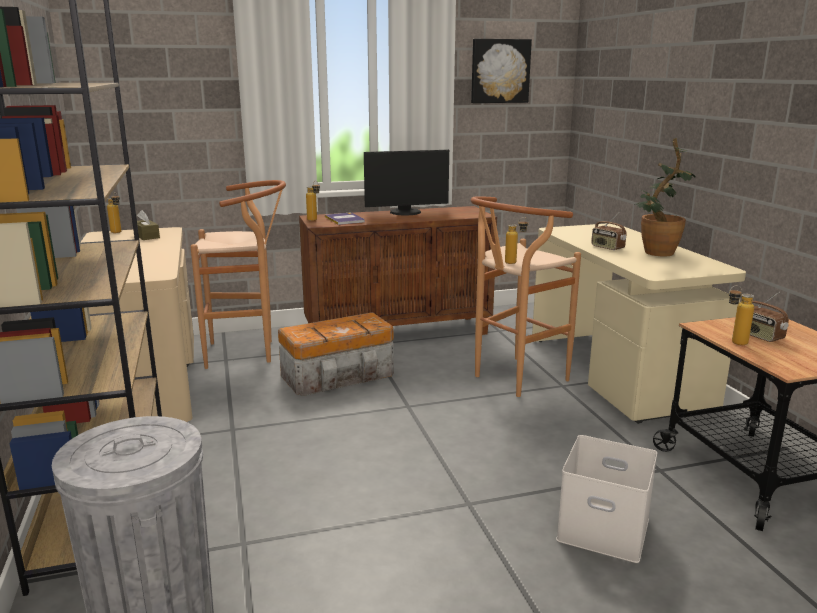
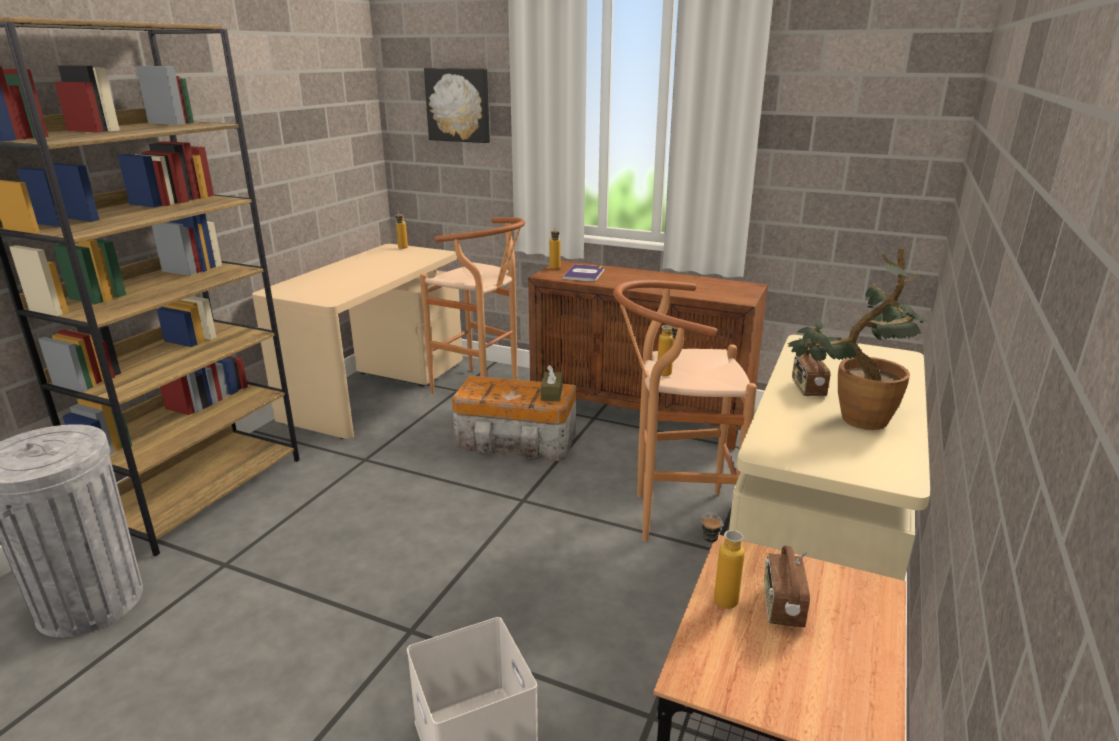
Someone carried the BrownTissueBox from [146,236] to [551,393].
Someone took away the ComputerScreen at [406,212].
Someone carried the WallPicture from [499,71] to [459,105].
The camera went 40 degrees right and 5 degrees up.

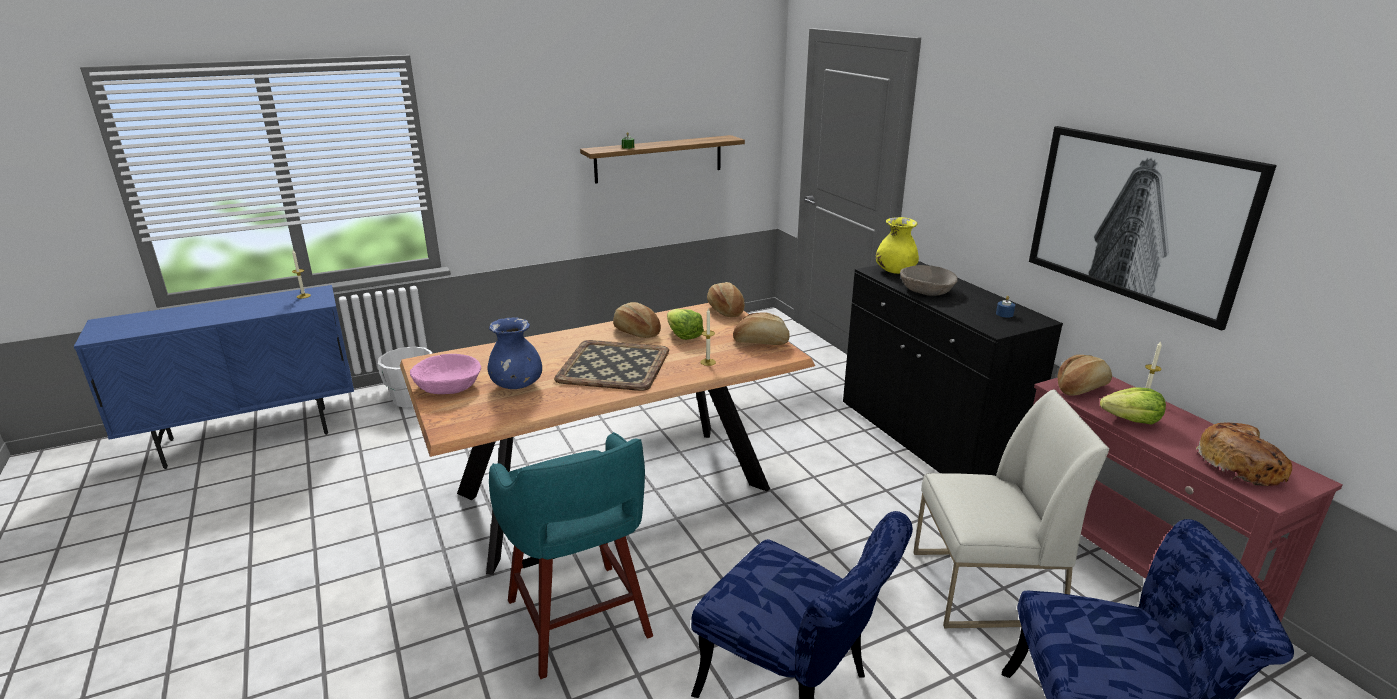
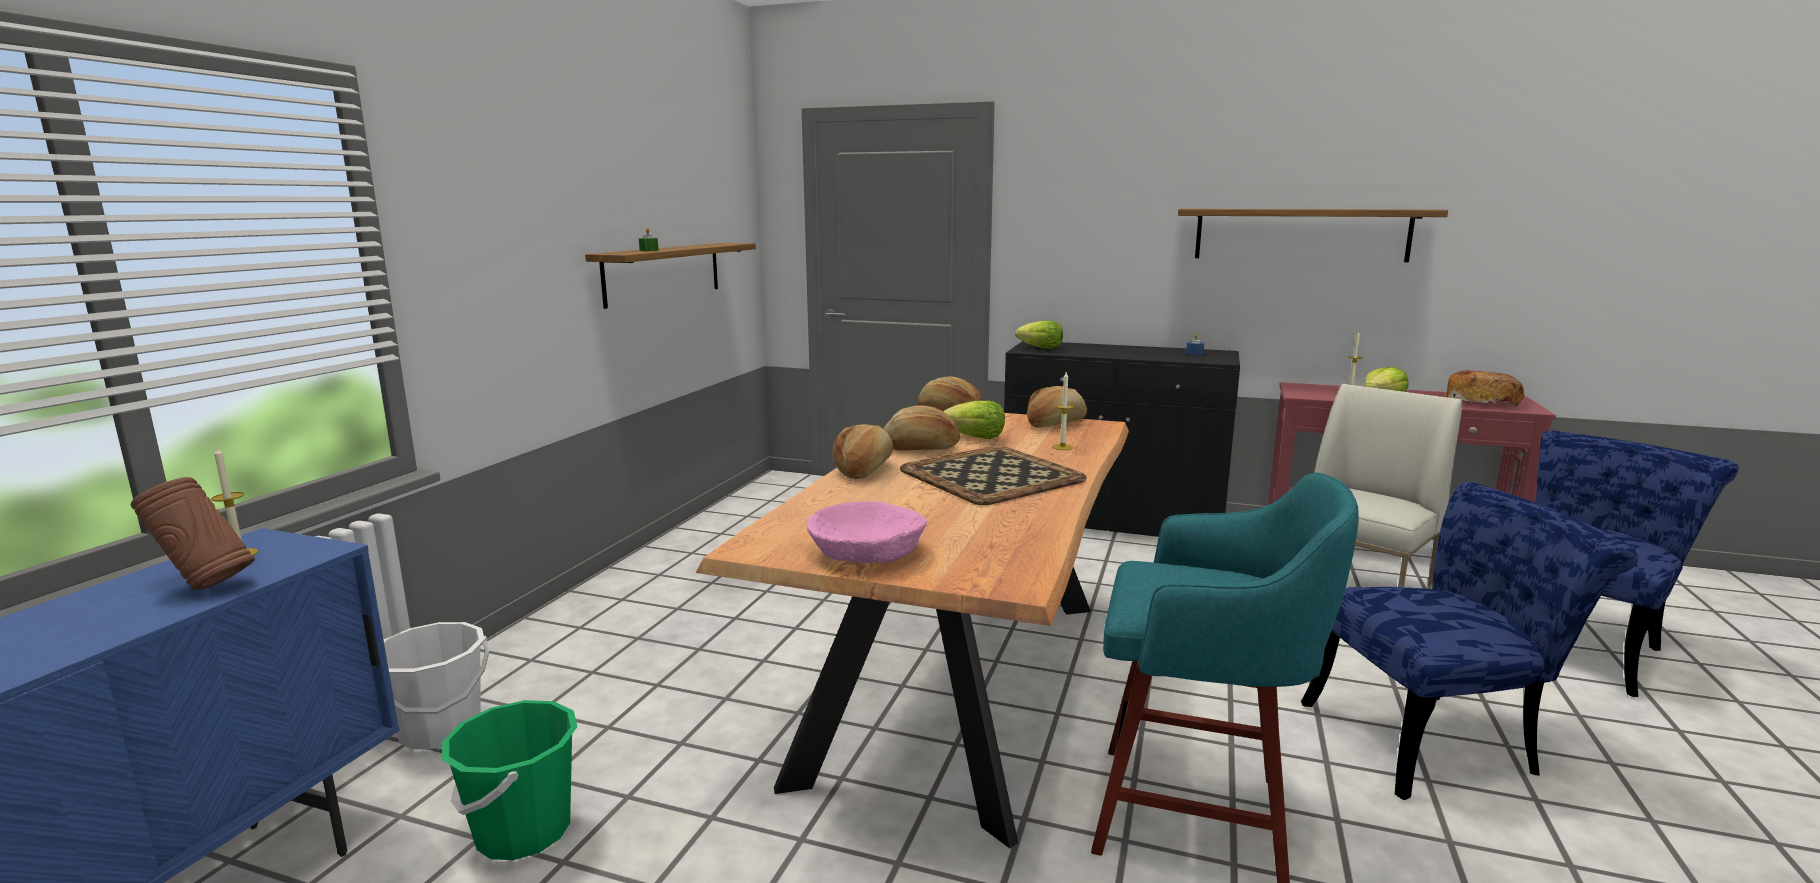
Someone took away the BluishFlowerVase at [517,385].
Someone swapped the YellowishFlowerVase at [895,271] for the Lettuce at [1041,348].
Someone took away the SandColouredDeepDish at [926,289].
Someone swapped the WallPicture at [1137,220] for the BracketShelf at [1300,234].
Someone carried the BakedBread from [1081,388] to [864,470].
Someone put down the BrownFlowerVase at [205,584].
Someone put down the GreenColouredPail at [523,831].
The camera went 45 degrees left and 10 degrees down.

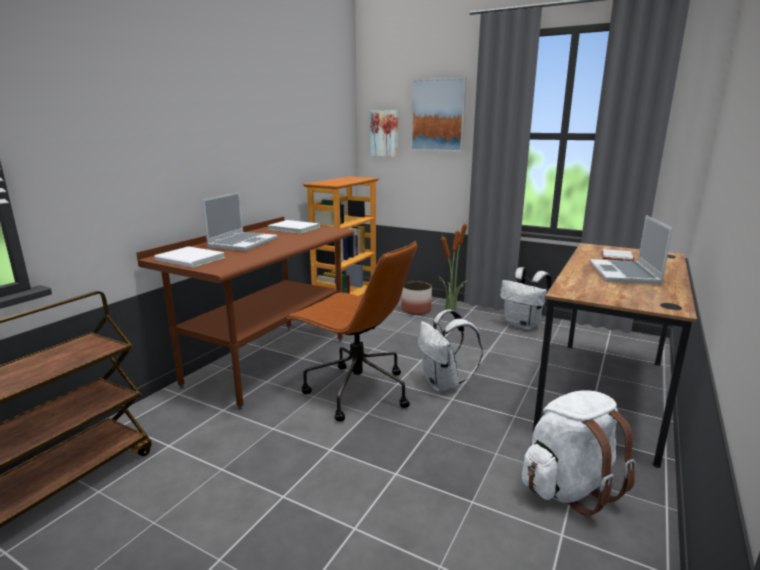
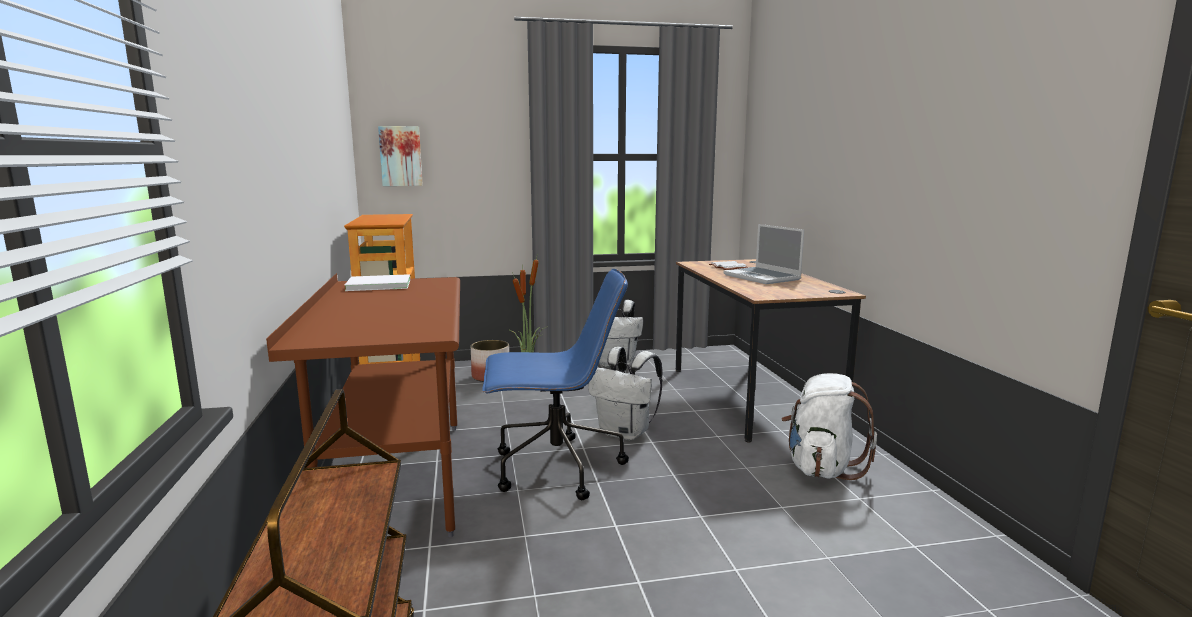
Someone took away the WhiteBook at [190,259].
Someone took away the Laptop at [243,243].
Someone repainted the BrownOfficeChair at [356,391], which became the BluishOfficeChair at [555,469].
Someone took away the WallPicture at [438,115].
The camera went 40 degrees left and 5 degrees down.

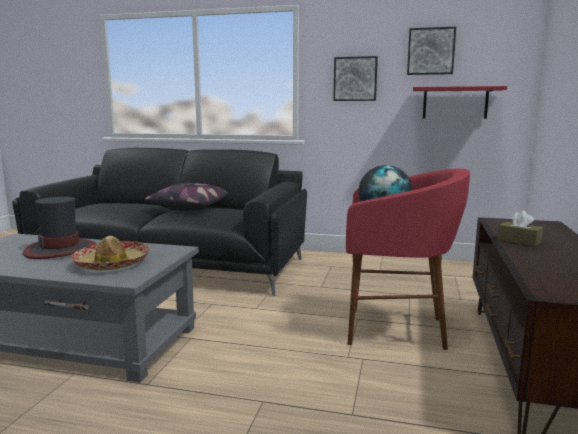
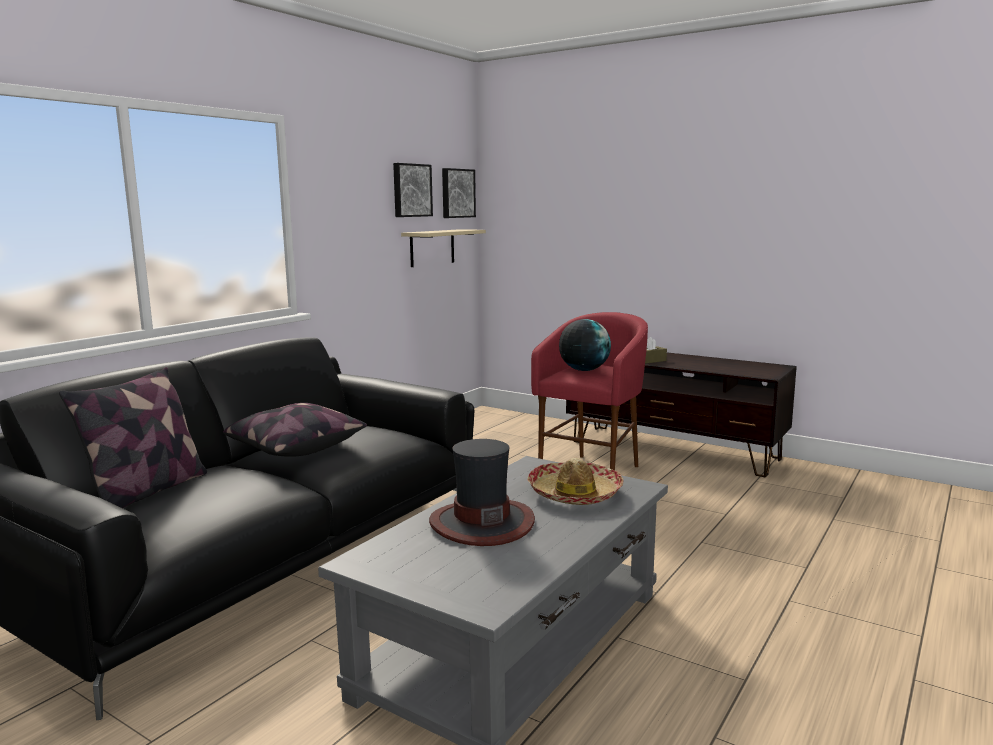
Someone carried the WallPicture from [355,79] to [457,193].
Someone repainted the RedBracketShelf at [455,103], which became the SandColouredBracketShelf at [432,247].
Someone put down the ThrowPillow at [147,491].
The camera went 70 degrees left and 0 degrees up.

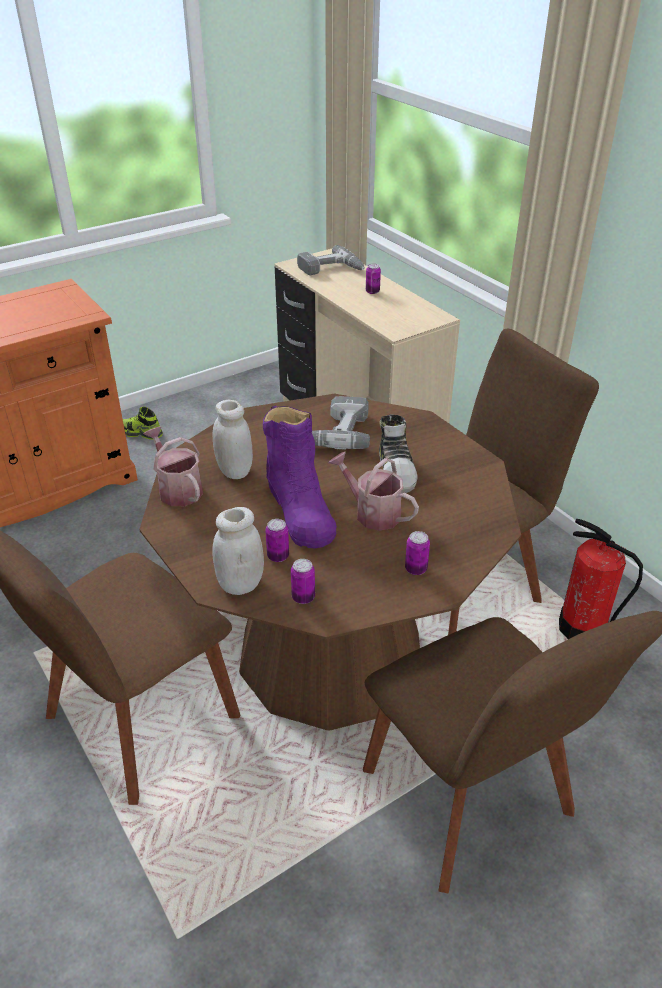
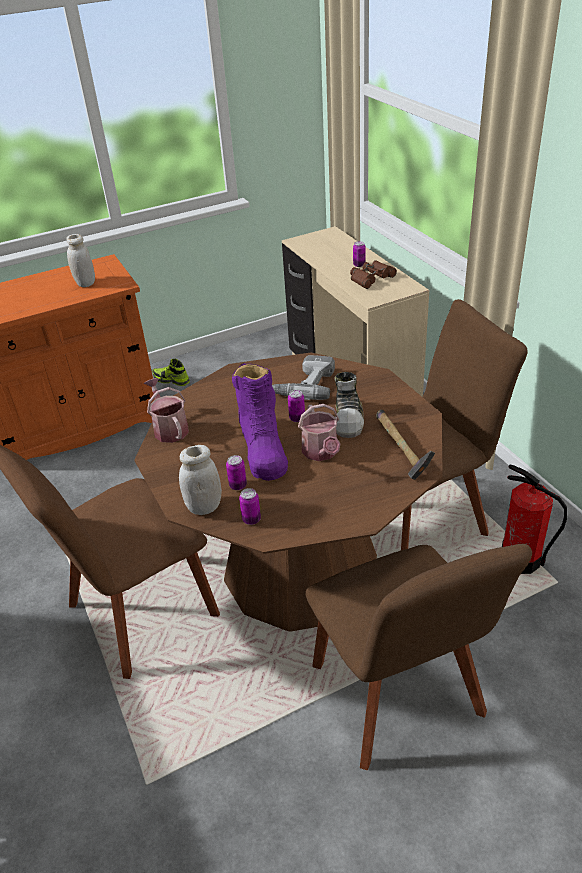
Someone carried the WhiteJar from [235,471] to [85,283].
Someone took away the PowerDrill at [331,270].
Someone rotated the WateringCan at [372,512] by 150 degrees counterclockwise.
Someone carried the SealedCan from [416,569] to [297,418].
Someone put down the BrownFieldGlasses at [371,278].
Someone put down the ToolHammer at [400,451].
The camera went 10 degrees right and 0 degrees up.

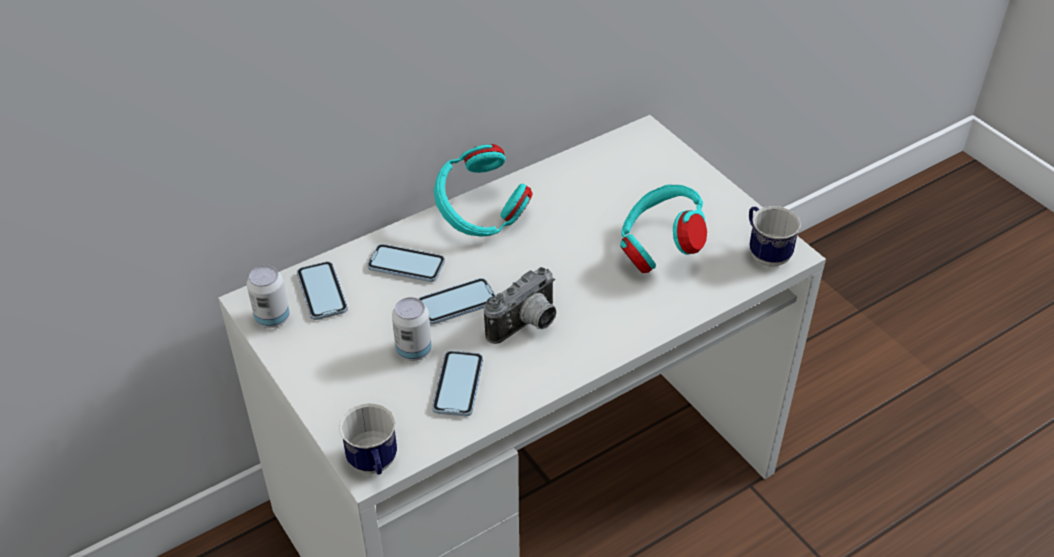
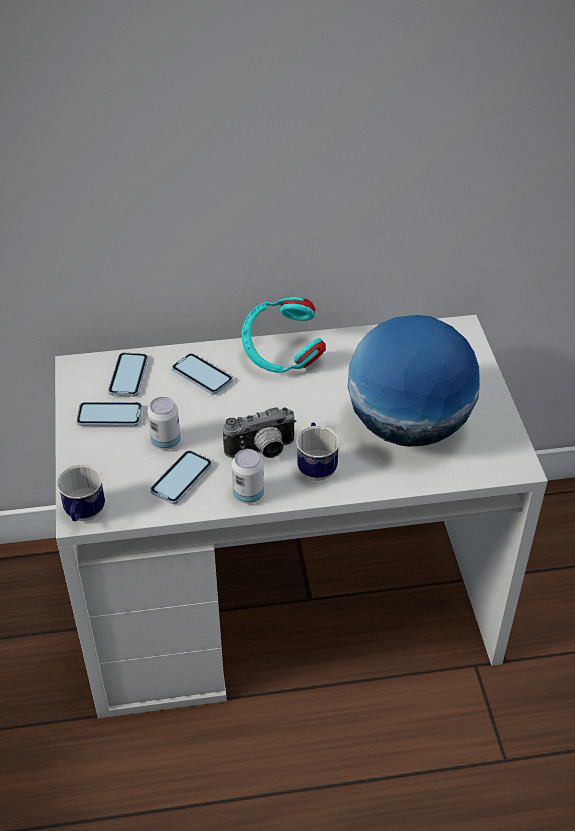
Someone carried the SealedCan from [272,318] to [248,494].
Someone carried the Handset from [457,303] to [109,416].
Someone swapped the TurquoiseColouredHeadphones at [659,249] for the DeskGlobe at [408,427].
Someone carried the TeaMug from [765,253] to [316,466].
The camera went 25 degrees right and 0 degrees up.

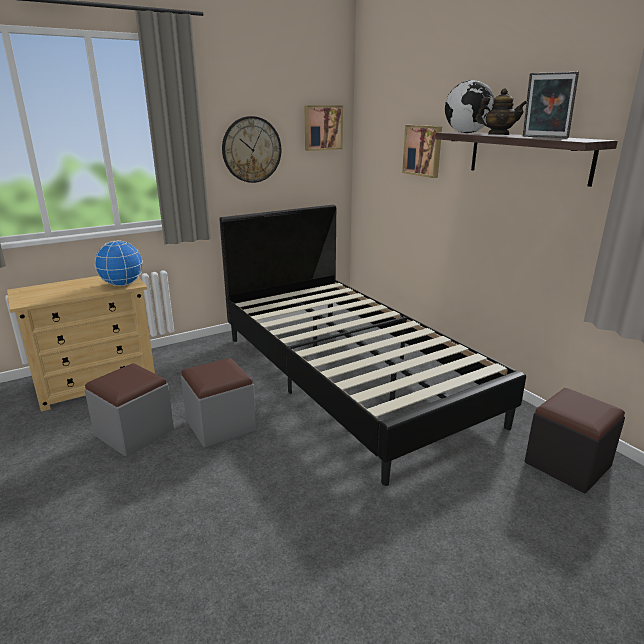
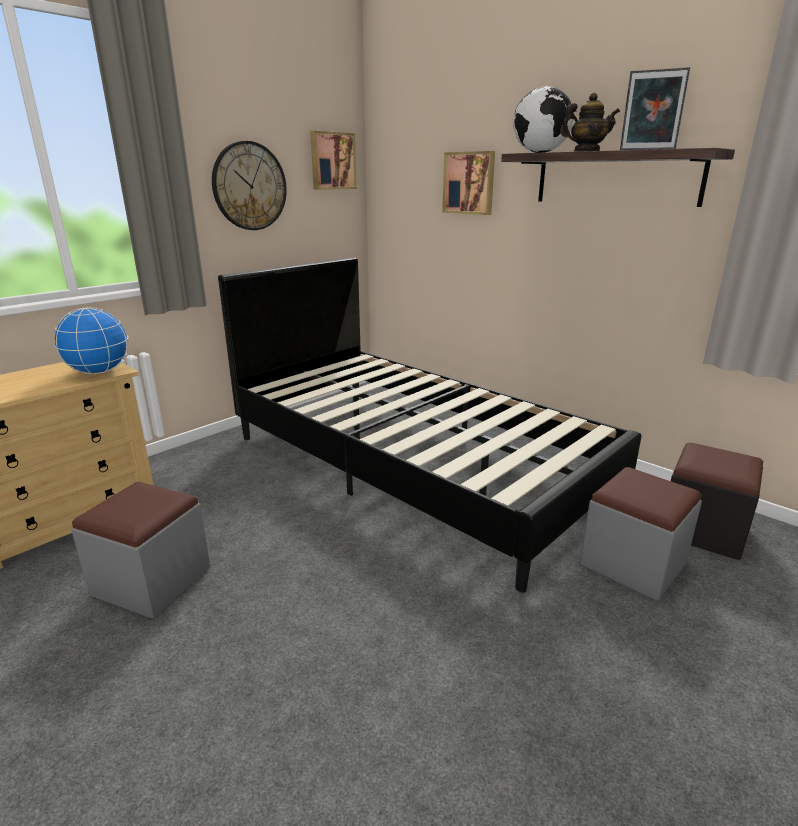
Someone carried the GreyishFootrest from [221,425] to [632,563].
The camera went 15 degrees left and 0 degrees up.

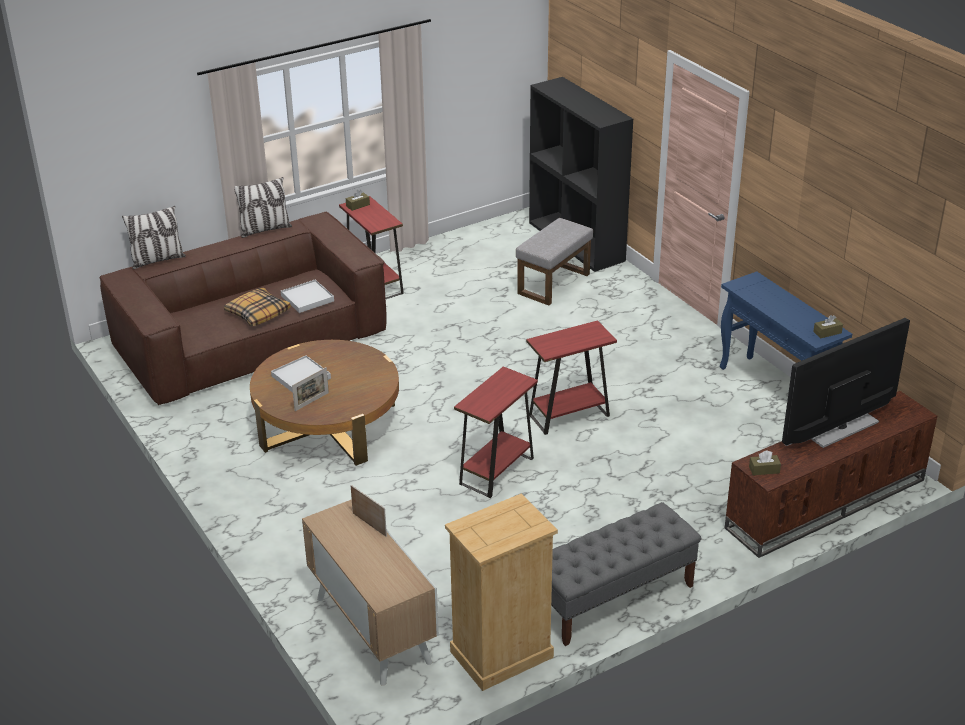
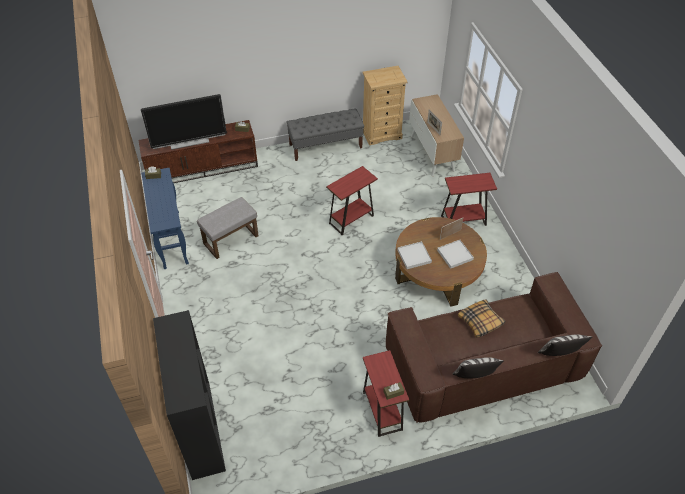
Someone carried the WhiteTray from [307,298] to [414,256].
Someone carried the GreyishFootrest from [554,284] to [231,239].
Someone carried the RedAccentTable from [569,415] to [463,220].
The camera went 165 degrees left and 15 degrees up.

